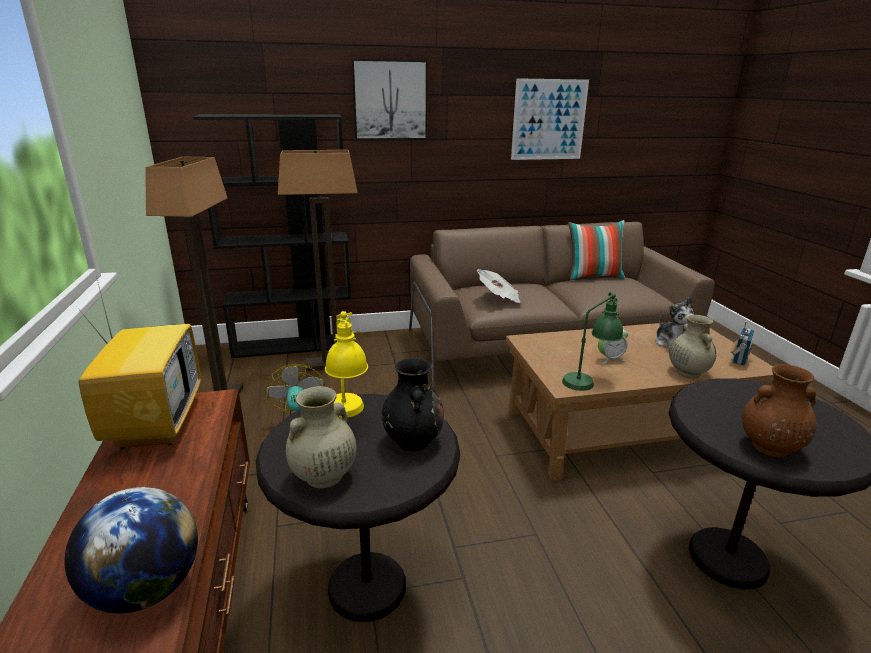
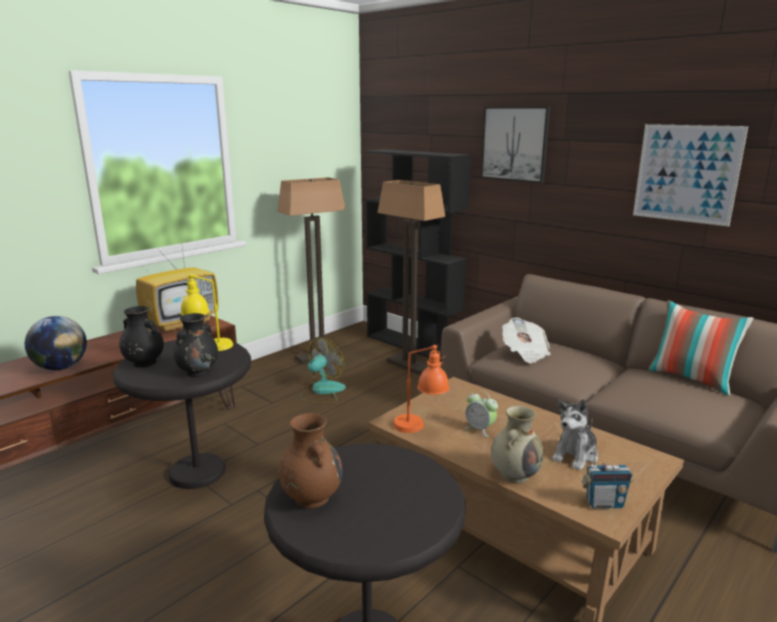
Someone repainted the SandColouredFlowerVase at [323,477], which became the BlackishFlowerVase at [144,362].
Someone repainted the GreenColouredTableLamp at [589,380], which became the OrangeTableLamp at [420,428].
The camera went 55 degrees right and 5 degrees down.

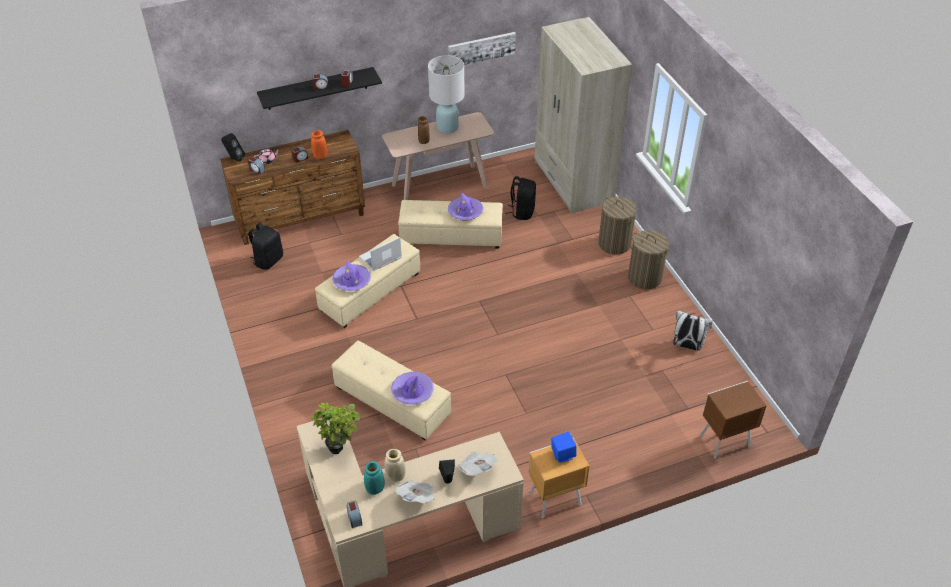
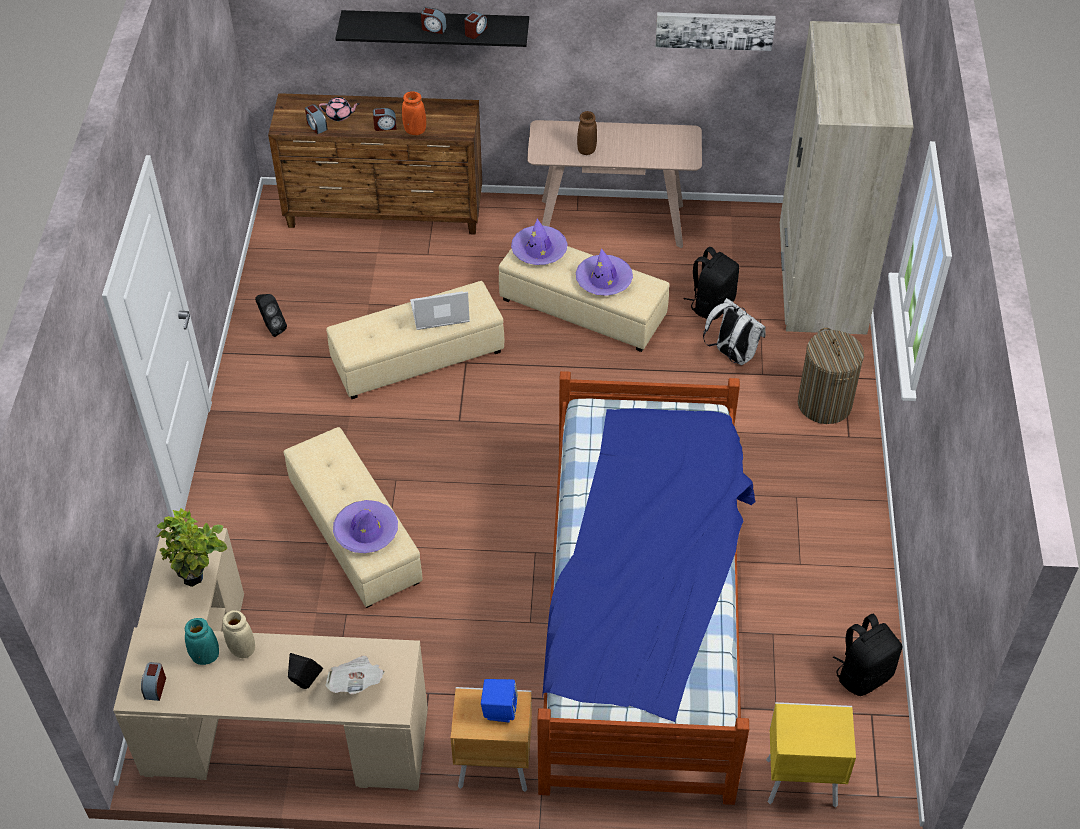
Someone carried the BlackishSpeaker from [234,159] to [272,328].
Someone carried the BlackishRucksack from [268,260] to [863,674].
Someone carried the PurpleWearableHat from [352,281] to [539,250].
Someone took away the Newspaper at [417,497].
Someone took away the WhiteTableLamp at [447,127].
Someone took away the Hamper at [644,278].
Someone carried the WhiteRucksack from [687,346] to [732,355].
Someone repainted the BrownBedsideTable at [723,441], which became the YellowishBedsideTable at [799,782].
Someone put down the Bed at [642,617].
The camera went 25 degrees right and 5 degrees up.

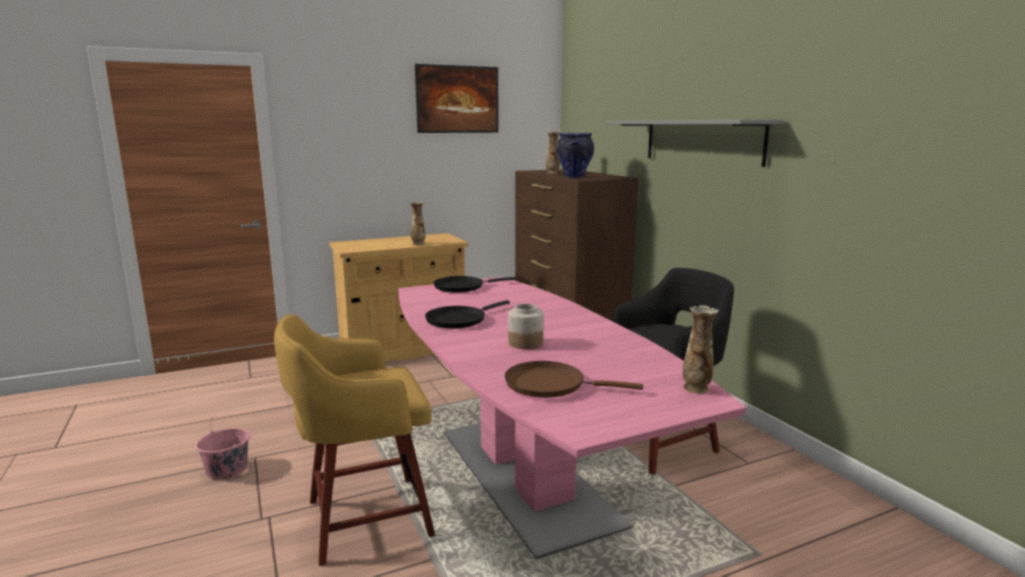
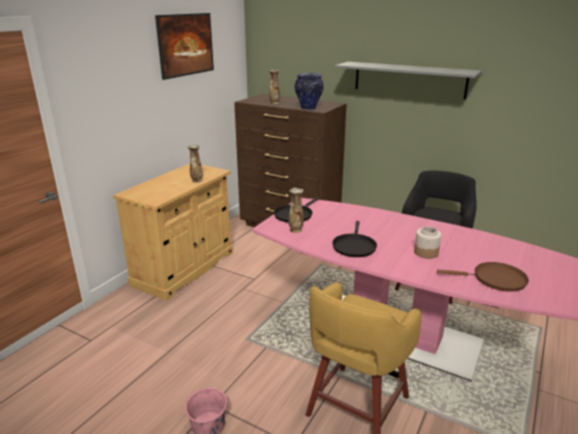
Someone rotated the BrownFryingPan at [550,384] by 150 degrees counterclockwise.
Someone carried the FlowerVase from [696,388] to [296,230].
The camera went 35 degrees left and 10 degrees up.

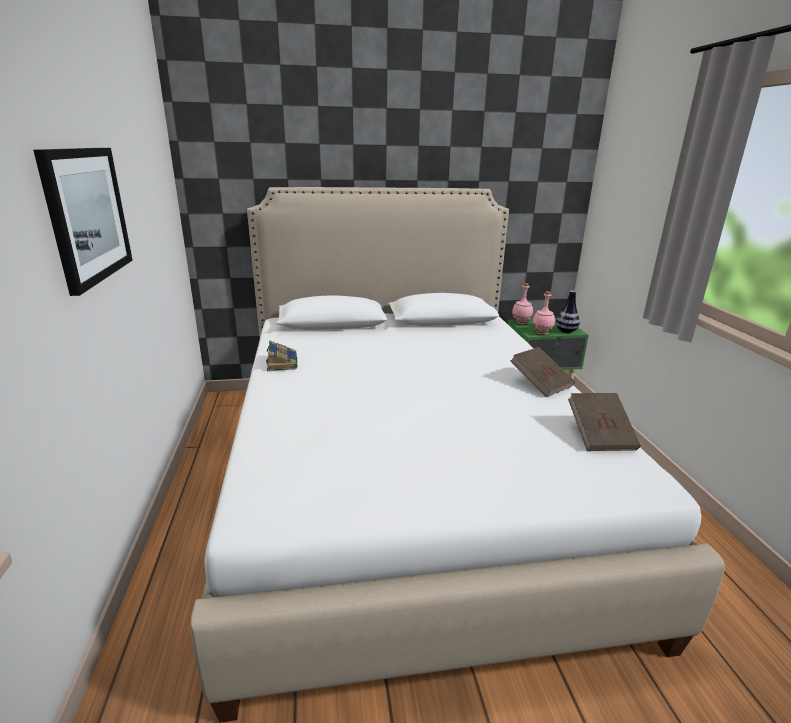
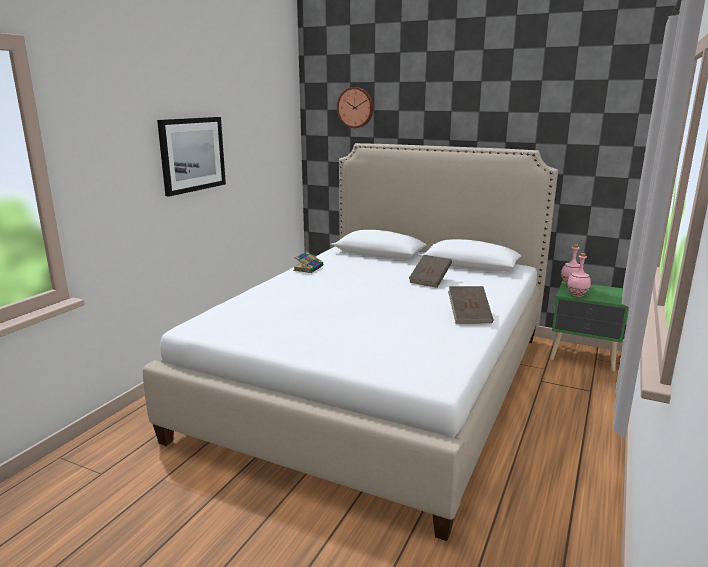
Someone took away the FlowerVase at [566,331].
Someone carried the BrownBook from [600,436] to [430,280].
Someone put up the HangingClock at [356,107].
The camera went 35 degrees right and 5 degrees down.

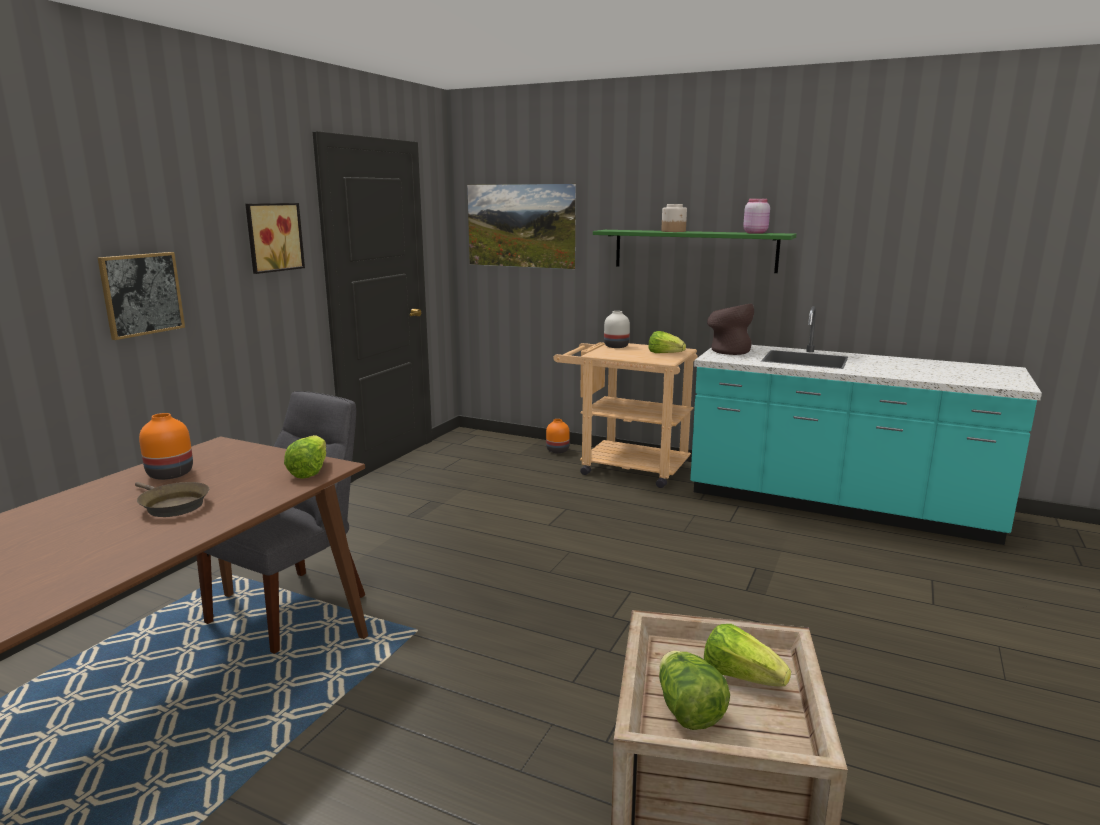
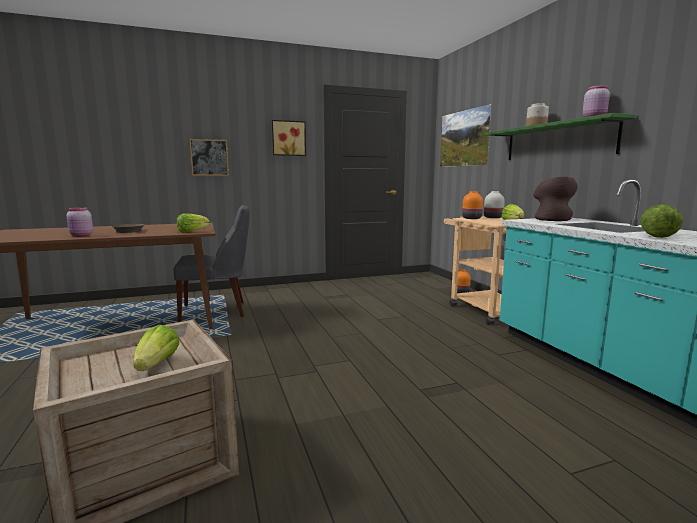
Someone carried the OrangeFlowerVase from [170,474] to [471,218].
Someone carried the Lettuce from [687,711] to [656,236].
Someone put down the PinkJar at [81,235].
The camera went 45 degrees right and 5 degrees down.

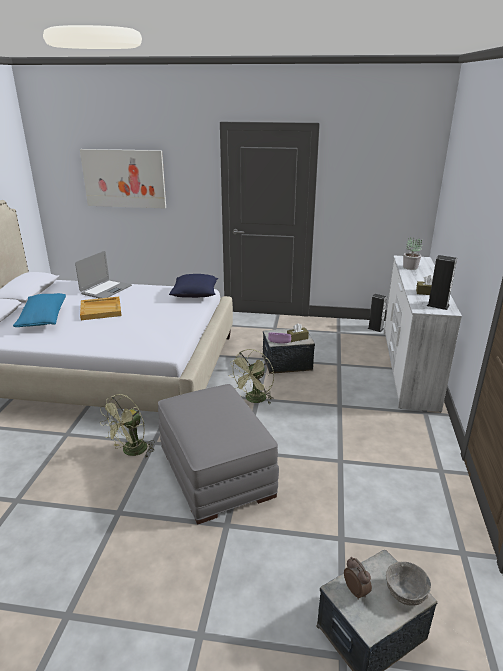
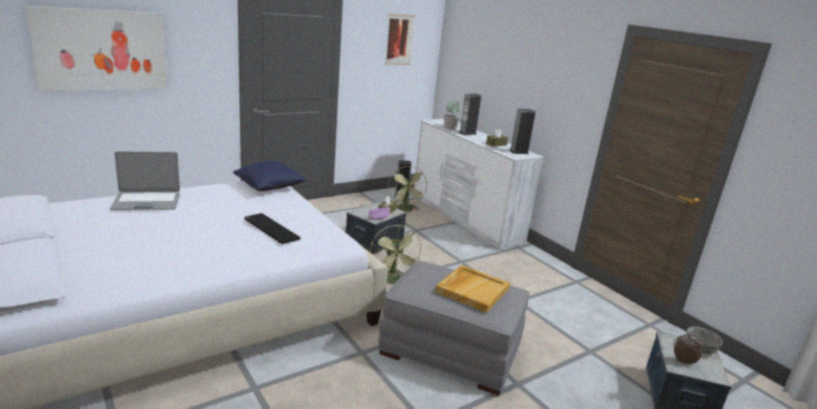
Someone took away the BluishThrowPillow at [43,319].
Someone rotated the Laptop at [106,290] by 90 degrees clockwise.
Someone carried the SandColouredTray from [101,310] to [472,290].
Someone carried the GreenColouredCoolingFan from [131,452] to [406,210].
Someone put down the PcKeyboard at [270,229].
Someone put up the WallPicture at [399,40].
Someone put down the Speaker at [467,133].
The camera went 45 degrees left and 5 degrees down.

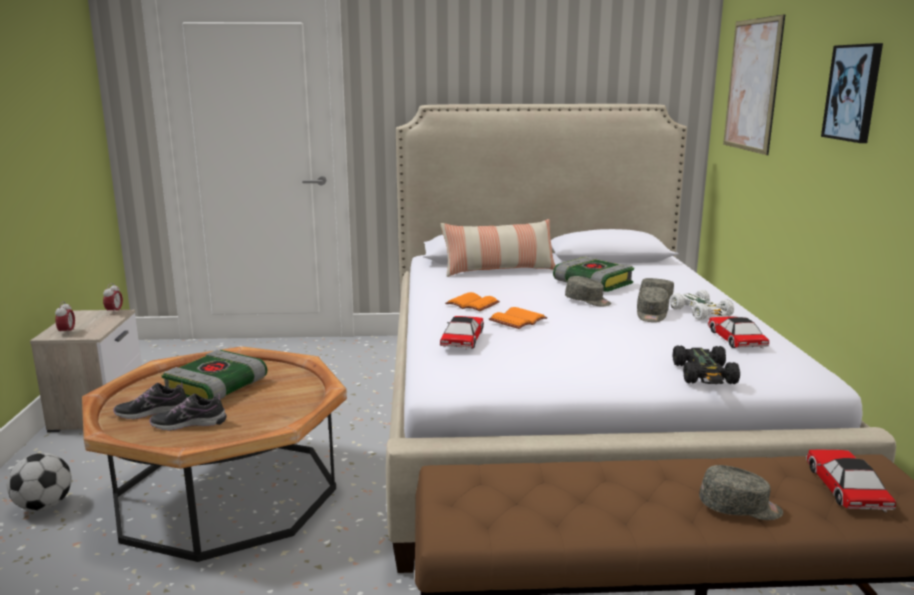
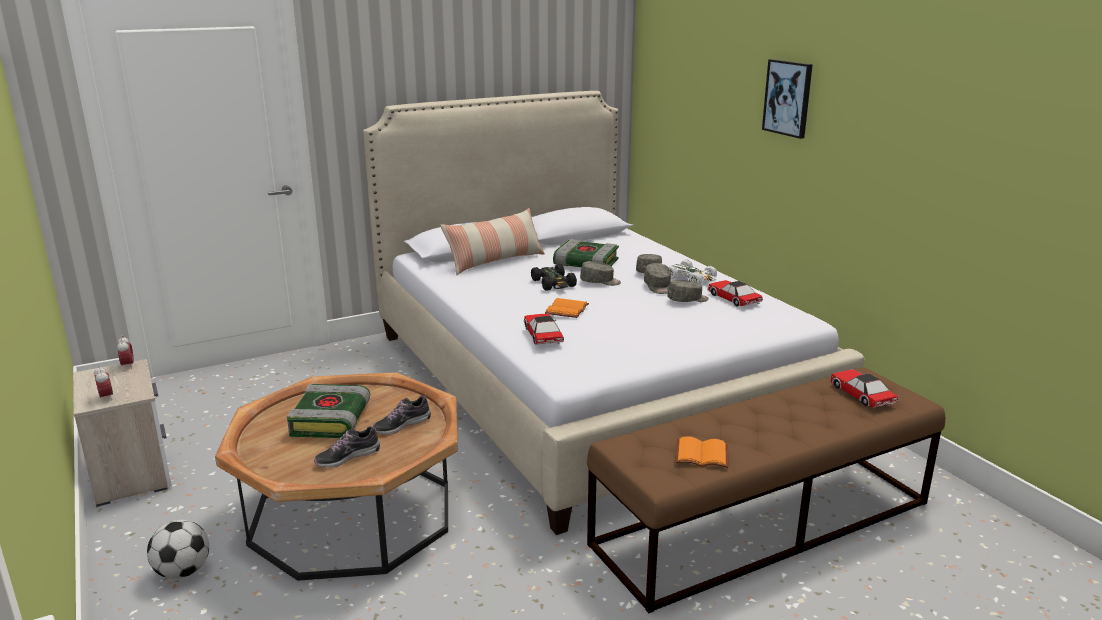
Someone carried the LowShoe from [153,412] to [401,425].
Someone carried the OrangeBook from [473,304] to [702,454].
Someone carried the BlackishMiniatureCar from [704,374] to [554,283].
Someone carried the GreyishCap from [740,508] to [688,300].
Someone took away the WallPicture at [752,85].
The camera went 25 degrees left and 5 degrees up.

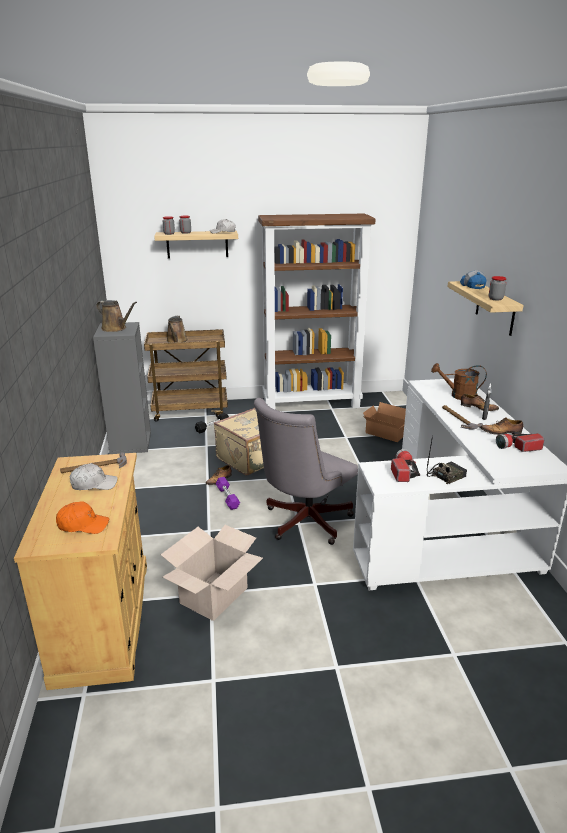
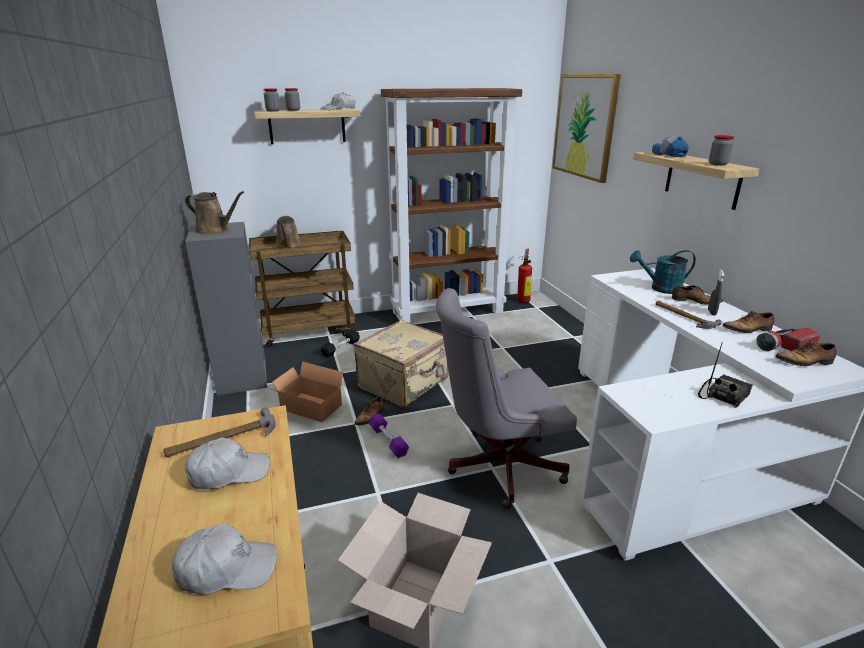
Someone repainted the OrangeCap at [83,525], which became the WhiteCap at [227,569].
Someone rotated the GreyishOfficeChair at [303,523] by 45 degrees clockwise.
Someone carried the CardboardBox from [386,434] to [311,408].
Someone took away the HandTorch at [403,471].
Someone repainted the BrownWateringCan at [458,395], which became the TurquoiseColouredWateringCan at [660,289].
Someone put down the FireFightingCylinder at [523,300].
Someone put up the WallPicture at [584,126].
Someone put down the LowShoe at [805,362].
The camera went 10 degrees left and 0 degrees up.

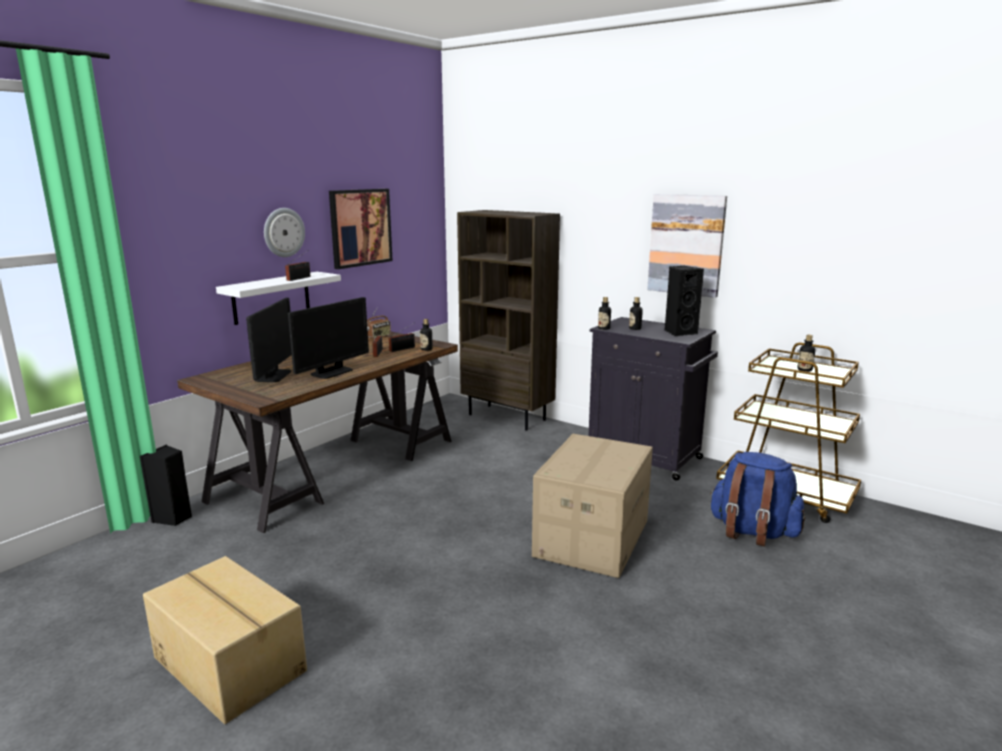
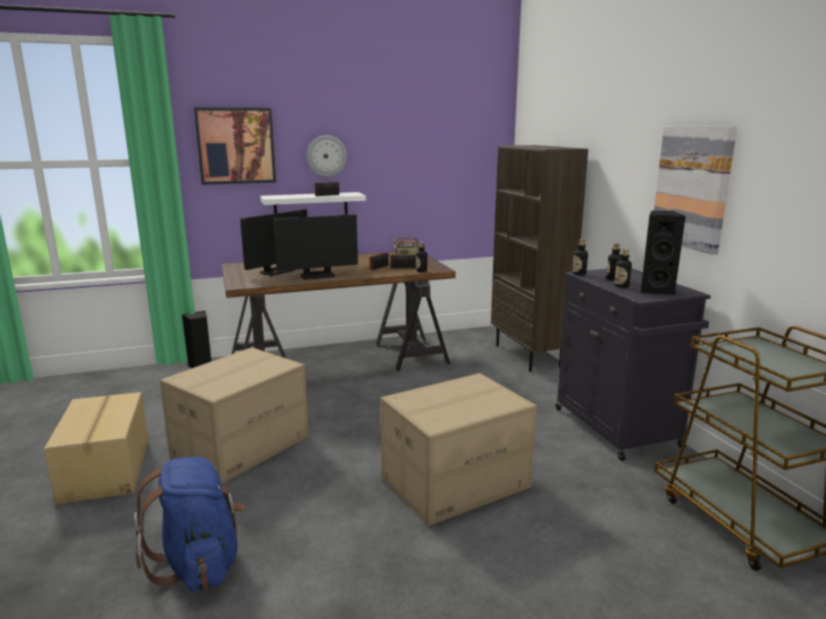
Someone carried the WallPicture from [360,227] to [236,146].
Someone carried the BluishRucksack from [752,532] to [199,564].
Someone carried the BeverageBottle from [804,370] to [621,286].
Someone put down the CardboardBox at [240,446].
The camera went 35 degrees right and 0 degrees up.

